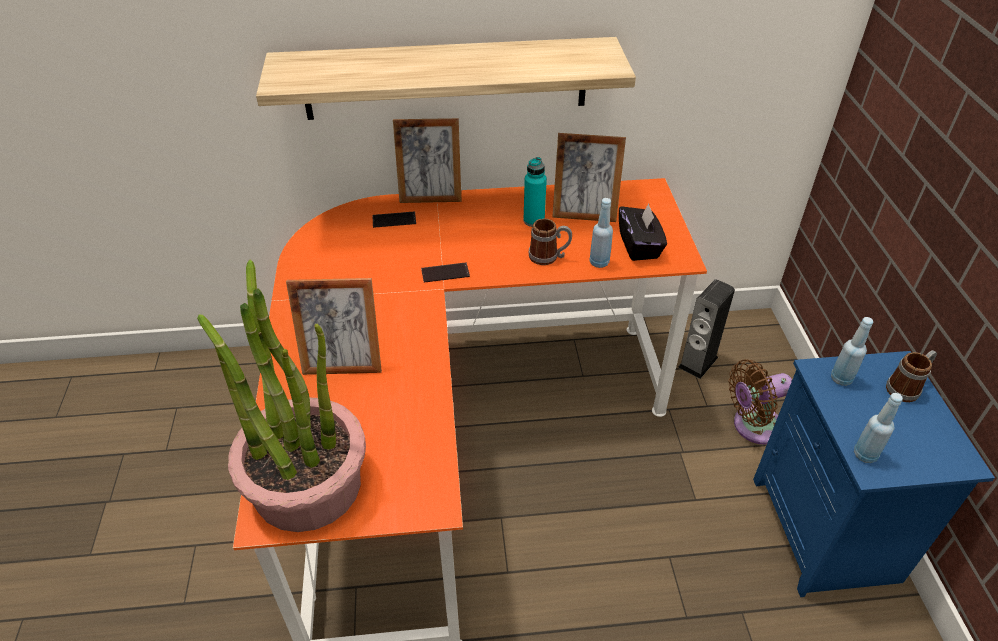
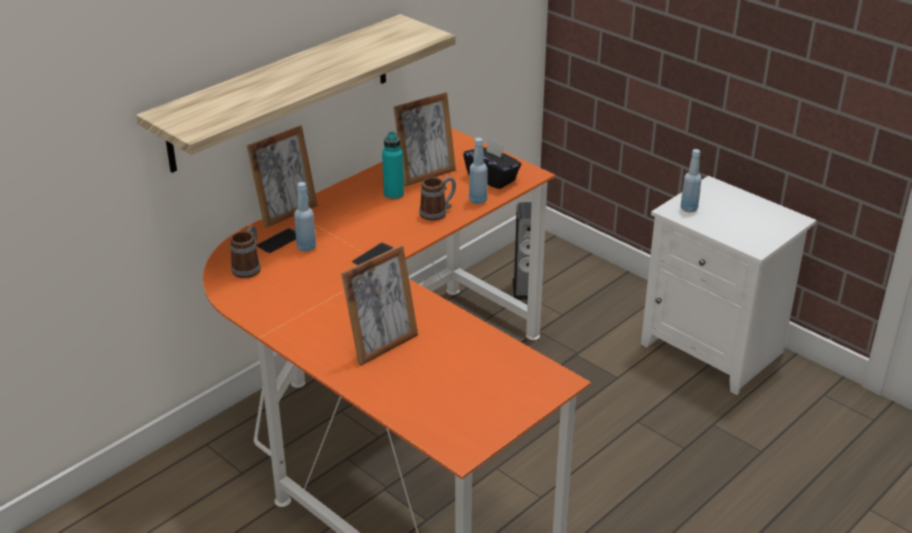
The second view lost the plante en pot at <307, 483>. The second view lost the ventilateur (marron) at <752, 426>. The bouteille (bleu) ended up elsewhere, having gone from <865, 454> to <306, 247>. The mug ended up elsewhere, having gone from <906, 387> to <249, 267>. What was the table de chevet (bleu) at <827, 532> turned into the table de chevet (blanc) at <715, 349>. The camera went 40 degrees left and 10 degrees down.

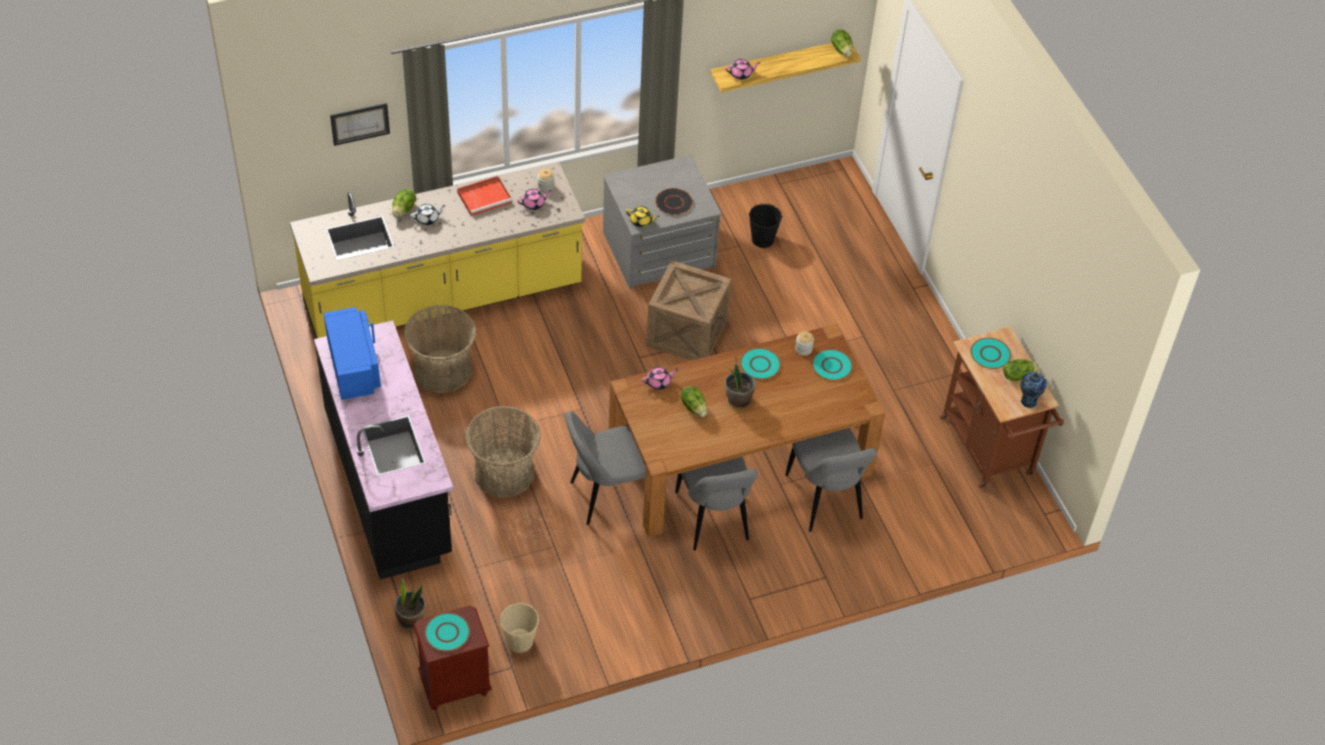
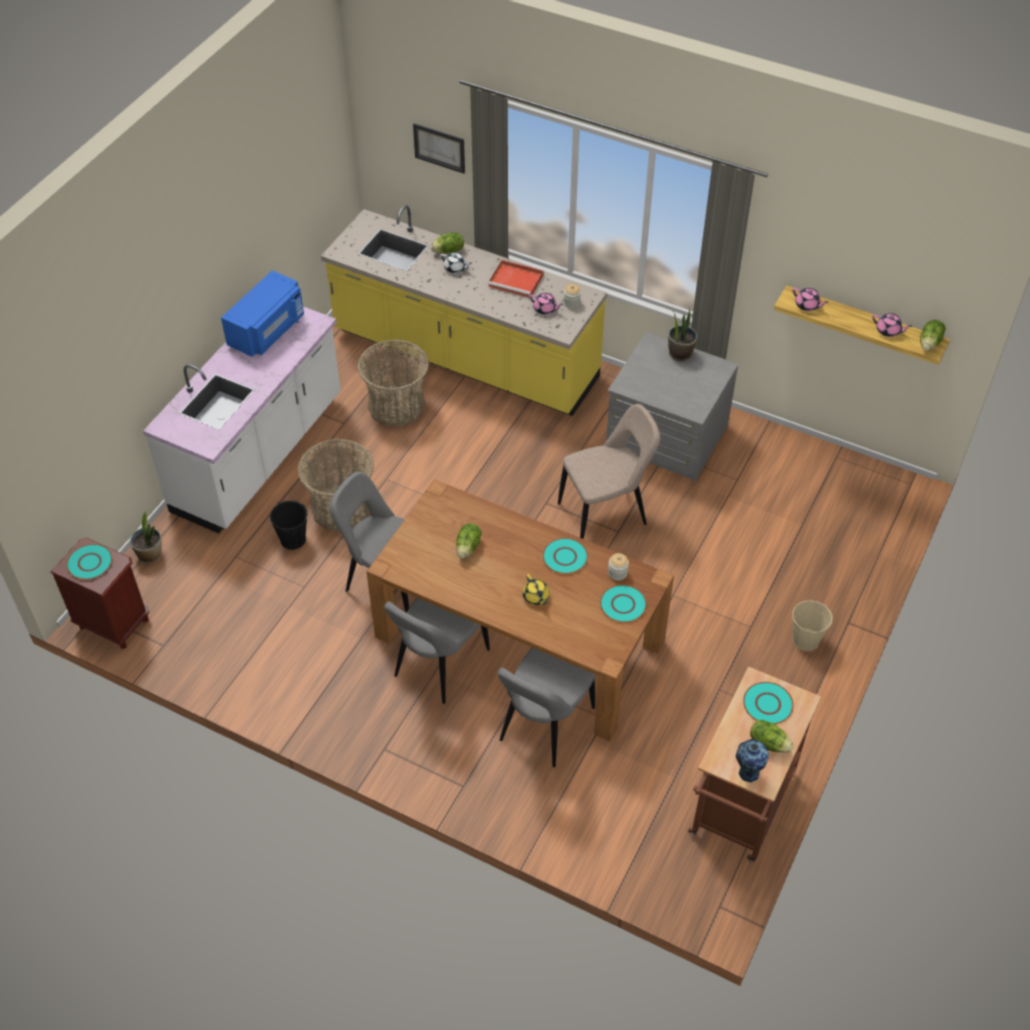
The second view lost the assiette (noir) at <673, 202>. The seau (beige) ended up elsewhere, having gone from <519, 641> to <805, 640>. The théière (jaune) ended up elsewhere, having gone from <641, 221> to <536, 597>. The théière (rose) ended up elsewhere, having gone from <659, 382> to <888, 331>. The plante en pot ended up elsewhere, having gone from <738, 399> to <680, 353>. The seau (noir) ended up elsewhere, having gone from <762, 239> to <293, 539>. Where the caisse stood at <686, 333>, the chaise (beige) came to stand at <606, 513>. What was the comptoir de cuisine (noir) at <390, 485> turned into the comptoir de cuisine (blanc) at <260, 455>. The camera went 50 degrees right and 0 degrees up.

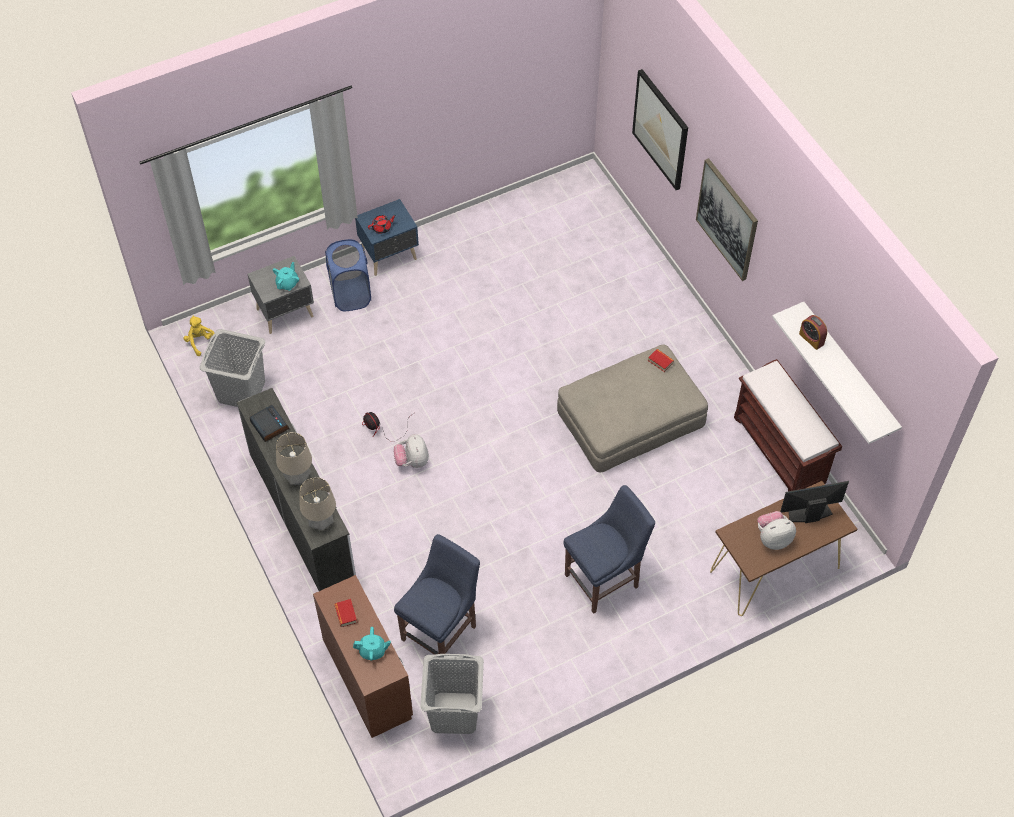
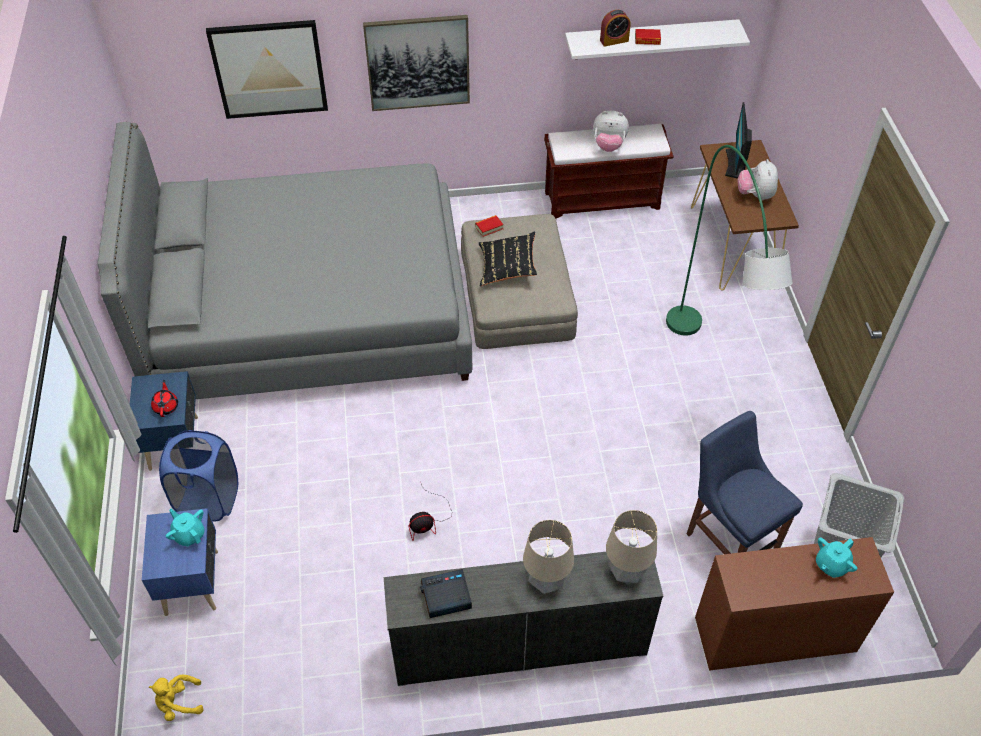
The second view lost the panier à linge (gris) at <241, 391>. The second view gained the lit (gris) at <310, 313>. The second view gained the coussin (noir) at <507, 267>. The livre ended up elsewhere, having gone from <346, 614> to <647, 40>. The peluche ended up elsewhere, having gone from <412, 461> to <608, 145>. Where the chaise (bleu) stood at <605, 579>, the lampadaire (vert) came to stand at <706, 373>. What was the table de chevet (gris) at <286, 313> turned into the table de chevet (bleu) at <193, 581>. The théière (turquoise) at <373, 651> ended up facing another way, 150 degrees counterclockwise from before. The camera went 70 degrees left and 5 degrees down.

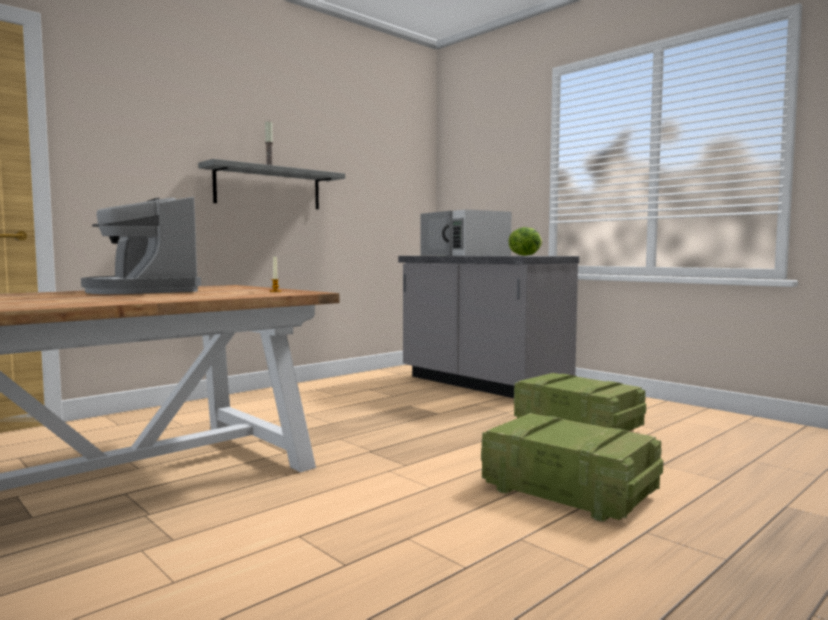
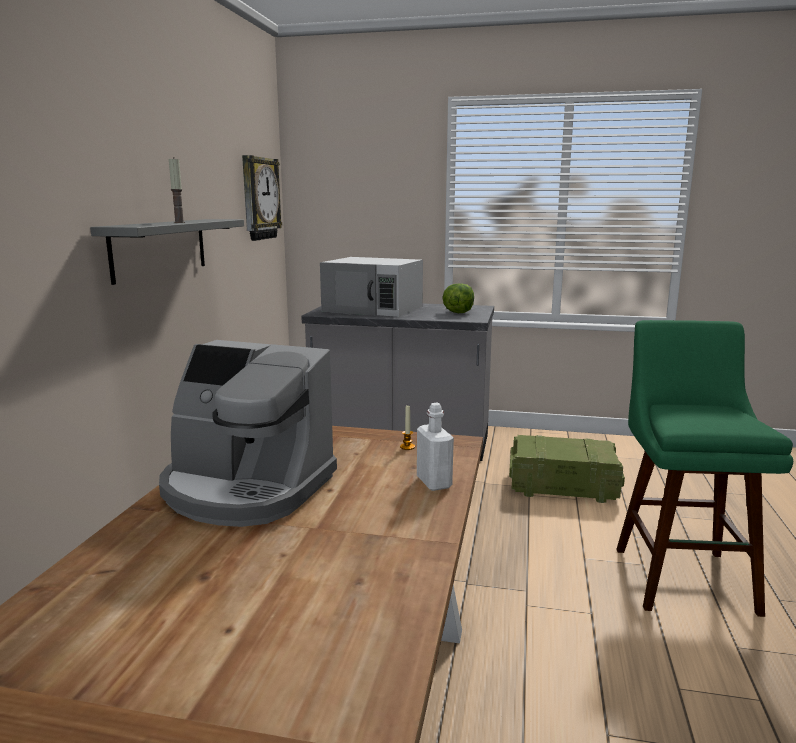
The second view gained the horloge murale at <259, 198>. The second view gained the bouteille (blanc) at <434, 482>. Where the caisse stood at <570, 492>, the tabouret (vert) came to stand at <680, 574>. The camera went 35 degrees left and 10 degrees up.

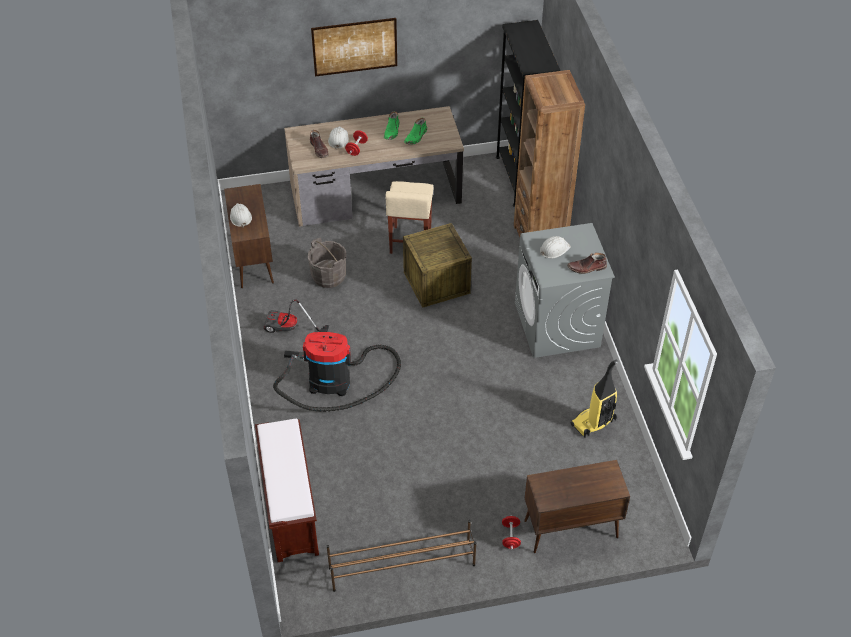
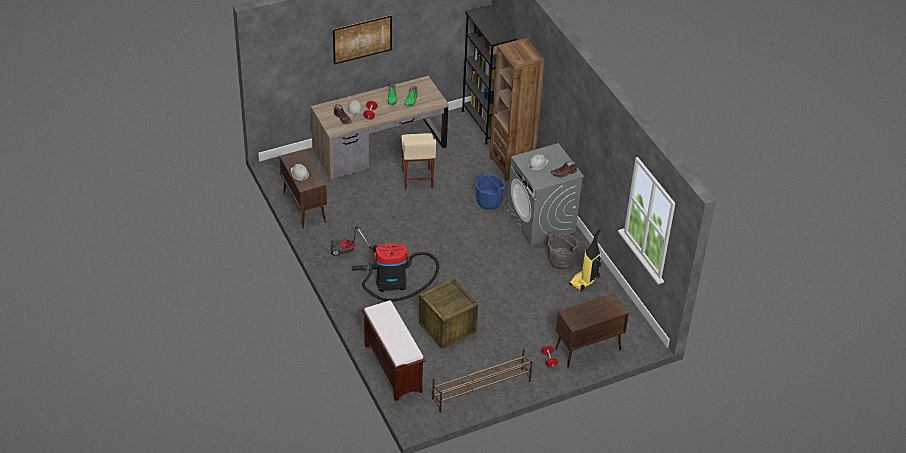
The second view gained the seau (bleu) at <489, 201>. The seau (gris) ended up elsewhere, having gone from <328, 276> to <560, 260>. The caisse ended up elsewhere, having gone from <436, 282> to <447, 327>. The camera went 15 degrees left and 5 degrees down.

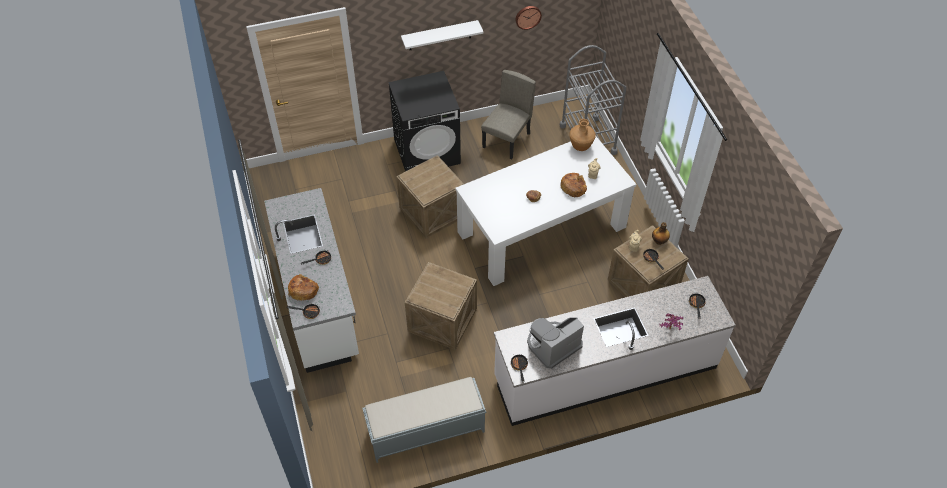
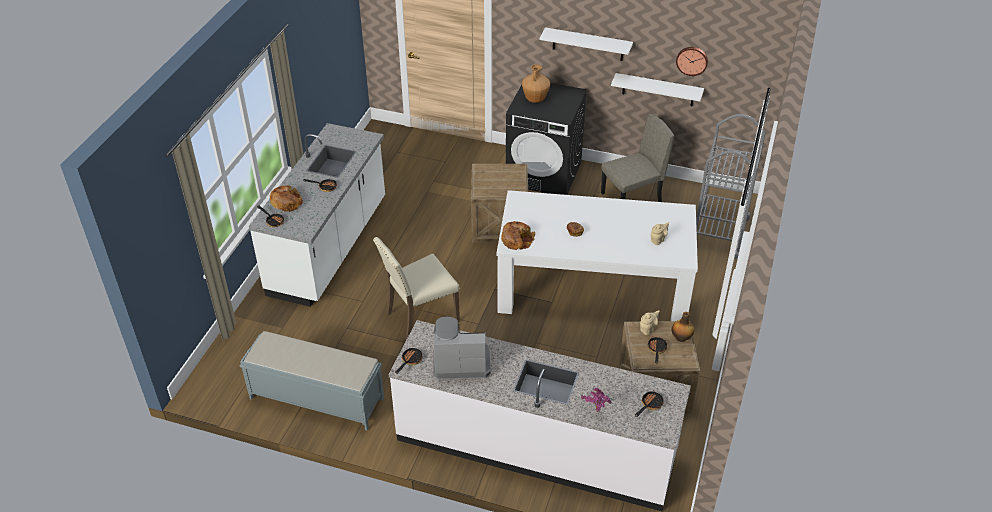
The second view gained the étagère (blanc) at <658, 90>. The pain ended up elsewhere, having gone from <573, 187> to <517, 239>. The vase (marron) ended up elsewhere, having gone from <580, 147> to <535, 100>. Where the caisse stood at <441, 321>, the chaise (beige) came to stand at <420, 316>. The camera went 35 degrees right and 10 degrees down.

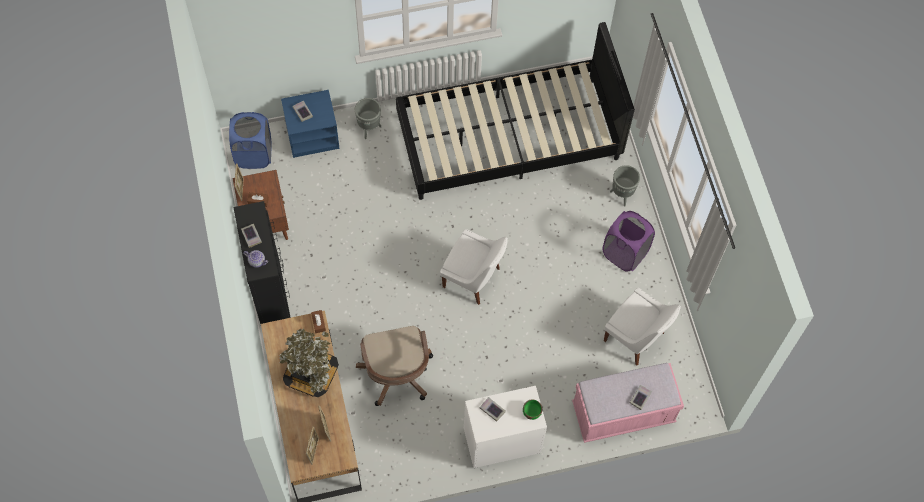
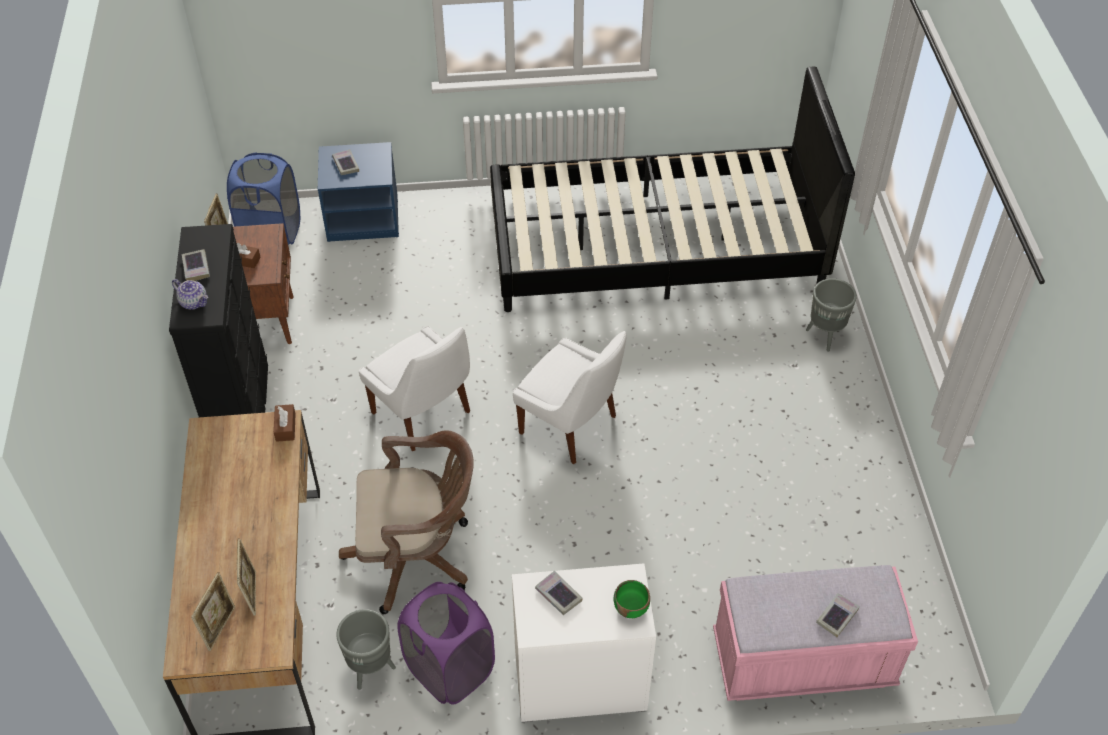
The second view lost the plante en pot at <311, 373>. The cache-pot (gris) ended up elsewhere, having gone from <369, 129> to <371, 670>. The panier à linge (violet) ended up elsewhere, having gone from <624, 253> to <449, 669>. The chaise (blanc) ended up elsewhere, having gone from <636, 338> to <423, 414>. The chaise de bureau (marron) at <397, 376> ended up facing another way, 90 degrees counterclockwise from before. The camera went 10 degrees right and 15 degrees down.

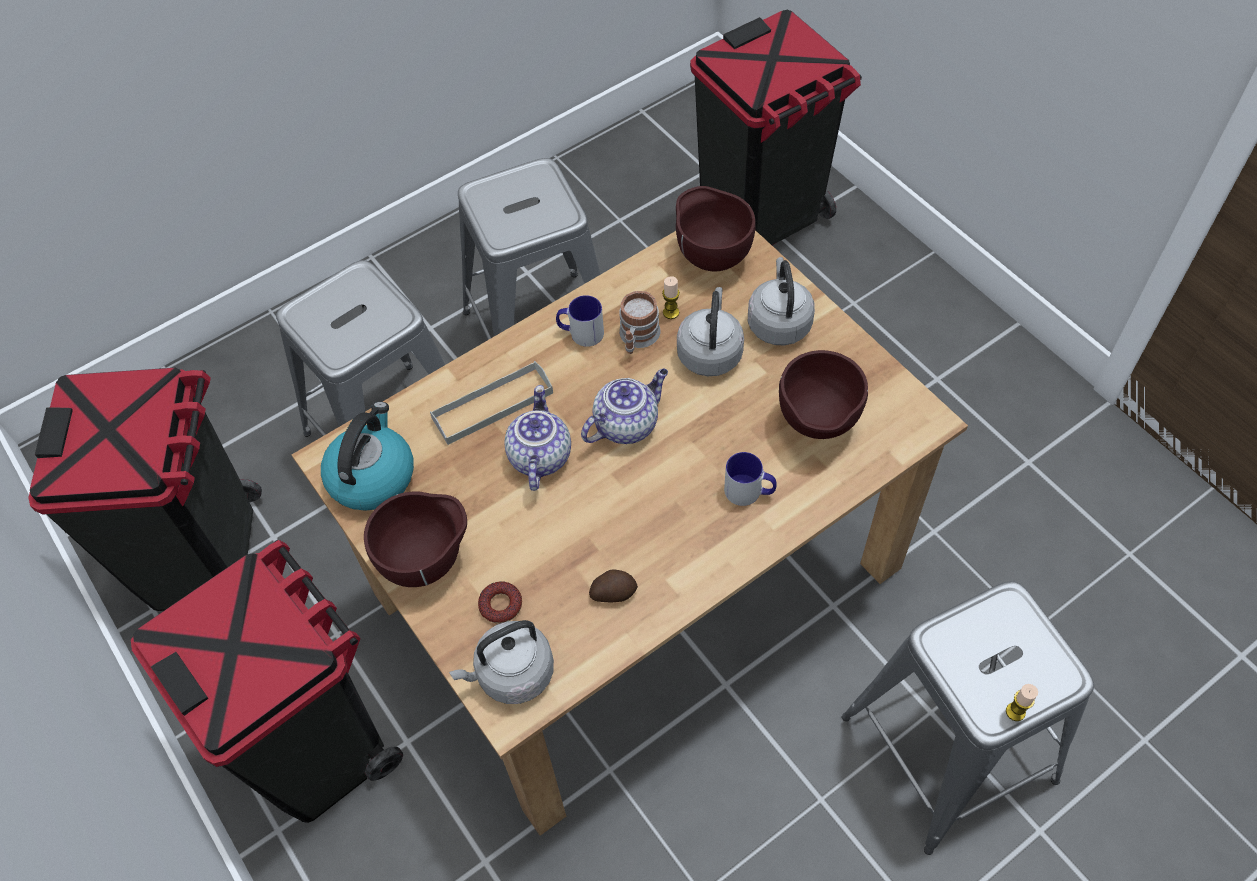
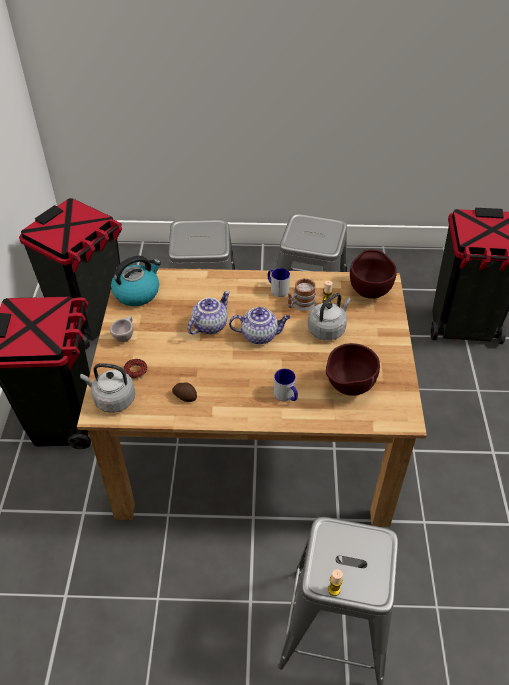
The second view lost the plateau (gris) at <492, 405>. The second view lost the bouilloire (gris) at <778, 322>. Where the bol (marron) stood at <427, 561>, the tasse (beige) came to stand at <125, 336>. The camera went 35 degrees right and 10 degrees down.

